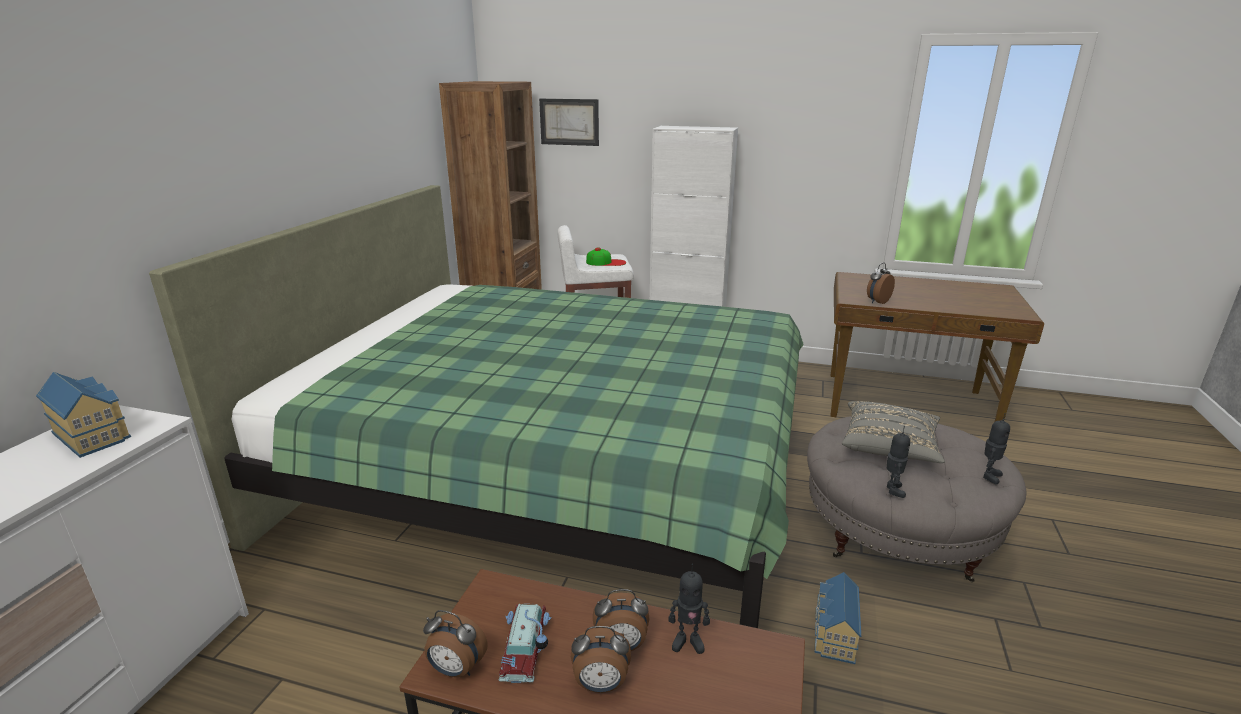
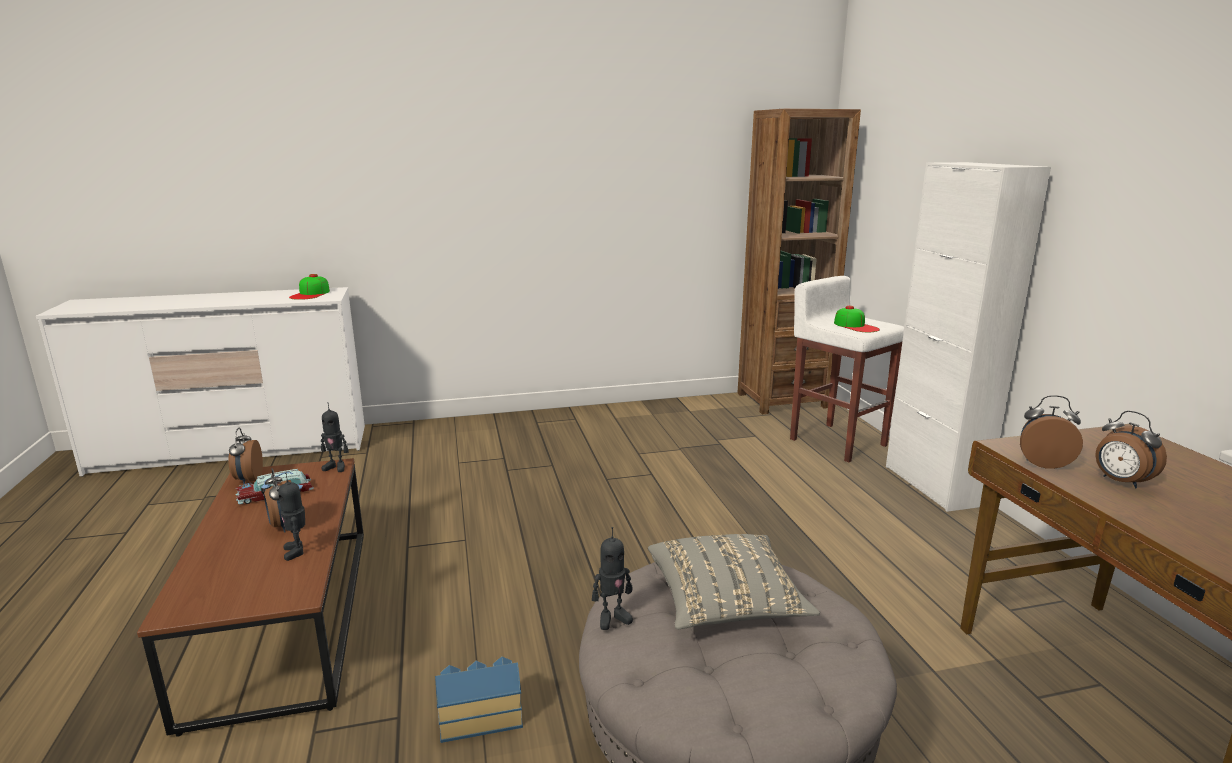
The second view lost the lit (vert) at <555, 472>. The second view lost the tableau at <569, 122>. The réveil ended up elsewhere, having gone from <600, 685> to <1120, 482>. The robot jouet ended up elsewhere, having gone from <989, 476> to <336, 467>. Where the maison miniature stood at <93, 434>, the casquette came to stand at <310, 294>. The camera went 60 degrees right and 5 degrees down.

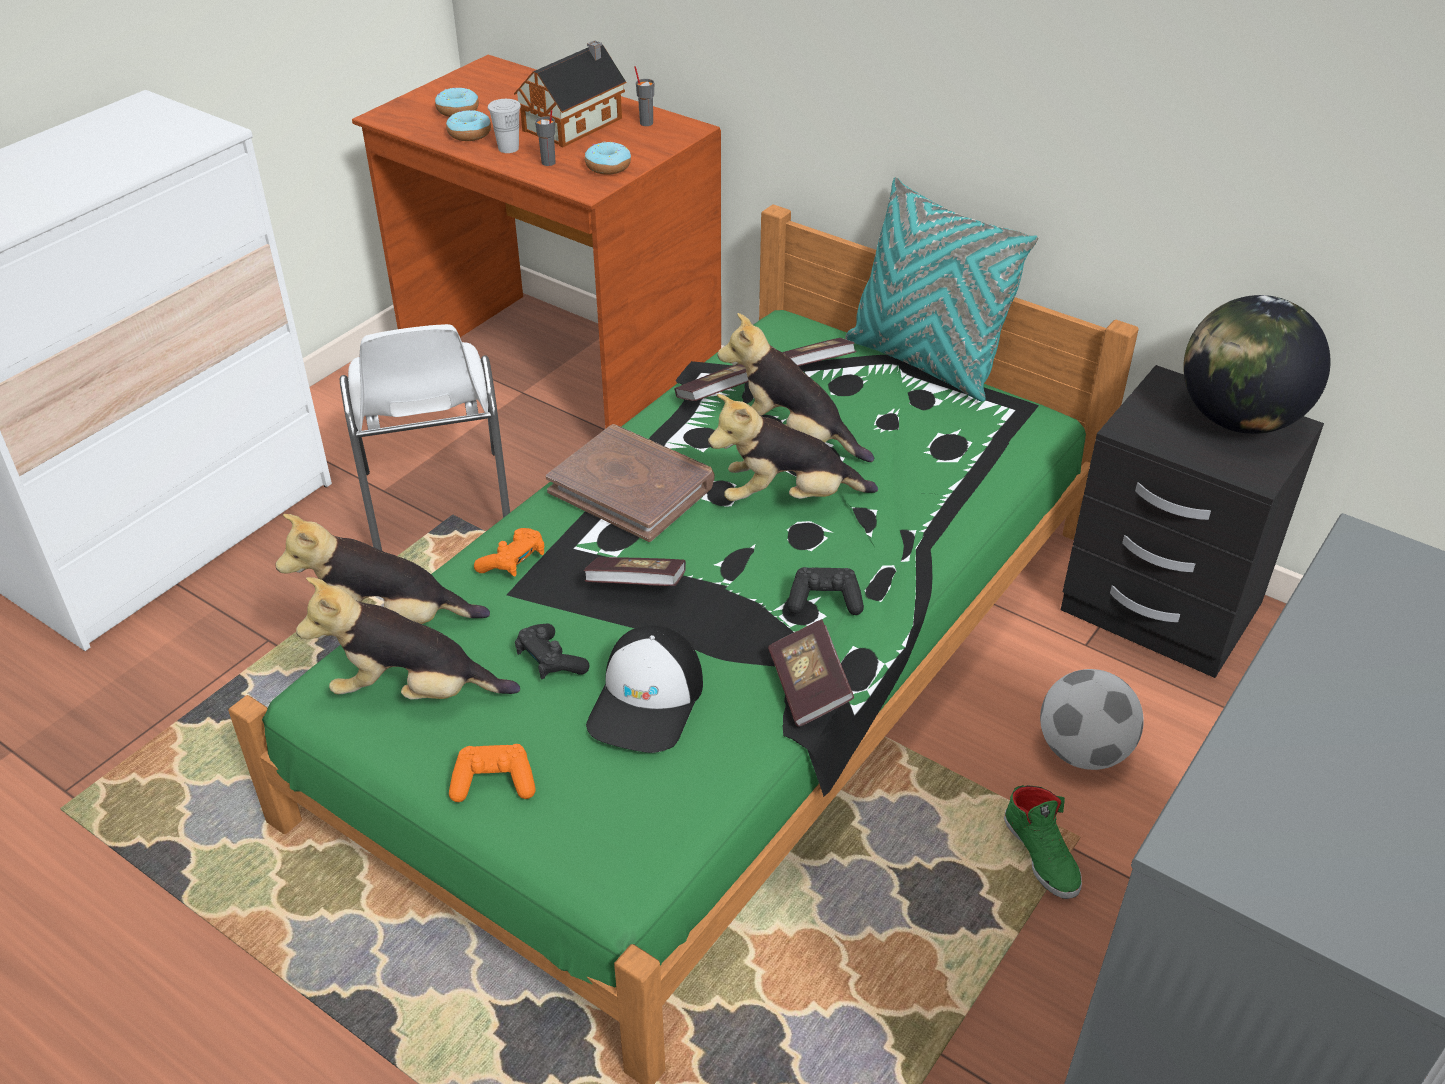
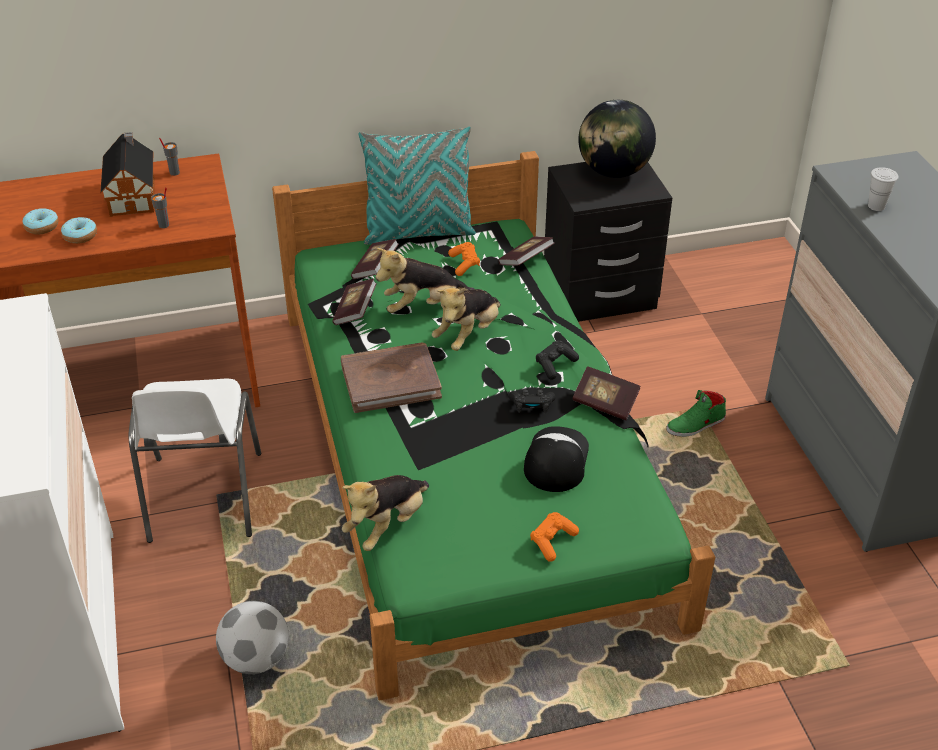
The second view lost the peluche at <413, 692>. The second view lost the beignet at <608, 167>. The manette (orange) ended up elsewhere, having gone from <513, 562> to <464, 264>. The tasse (blanc) ended up elsewhere, having gone from <508, 148> to <876, 206>. The manette (noir) ended up elsewhere, having gone from <550, 661> to <532, 407>. The livre ended up elsewhere, having gone from <636, 586> to <526, 260>. The ballon de foot ended up elsewhere, having gone from <1082, 751> to <256, 658>. The chaise (blanc) at <438, 511> ended up facing another way, 60 degrees clockwise from before. The casquette at <647, 701> ended up facing another way, 135 degrees counterclockwise from before. The chaussure (vert) at <1042, 854> ended up facing another way, 135 degrees clockwise from before. The camera went 50 degrees left and 0 degrees up.

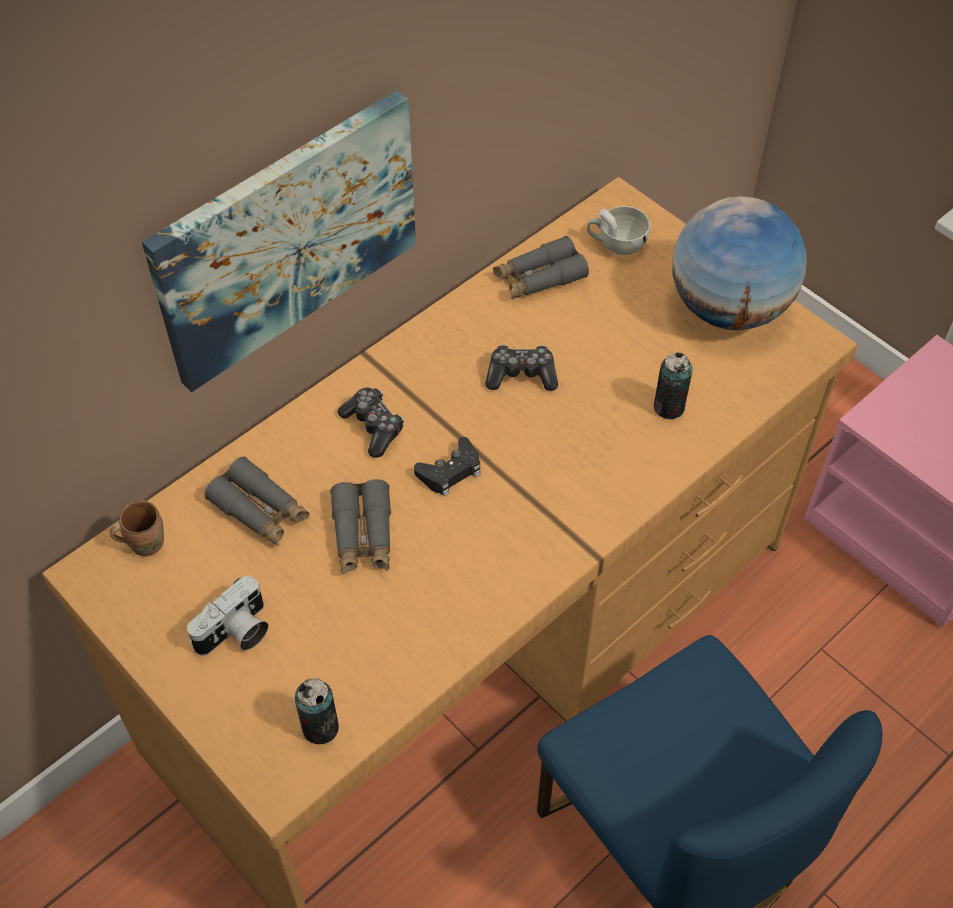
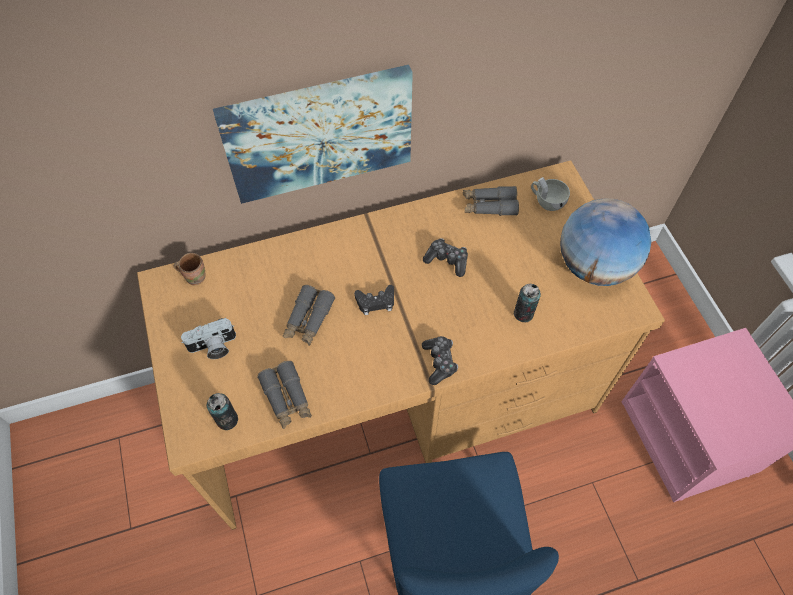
The jumelles (gris) ended up elsewhere, having gone from <260, 510> to <287, 398>. The manette ended up elsewhere, having gone from <373, 427> to <439, 362>. The camera went 25 degrees right and 5 degrees up.

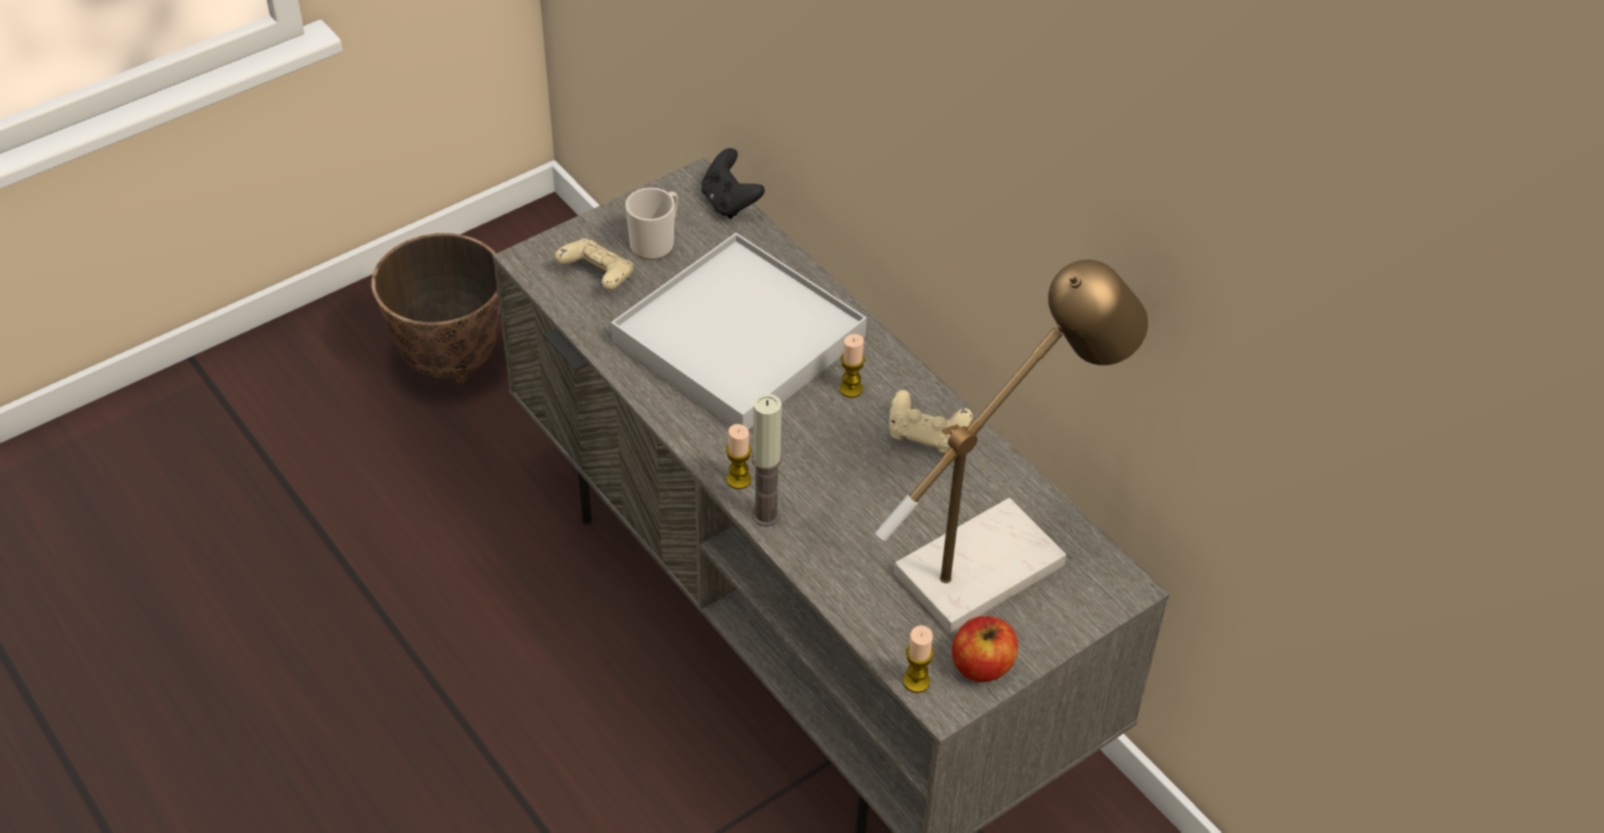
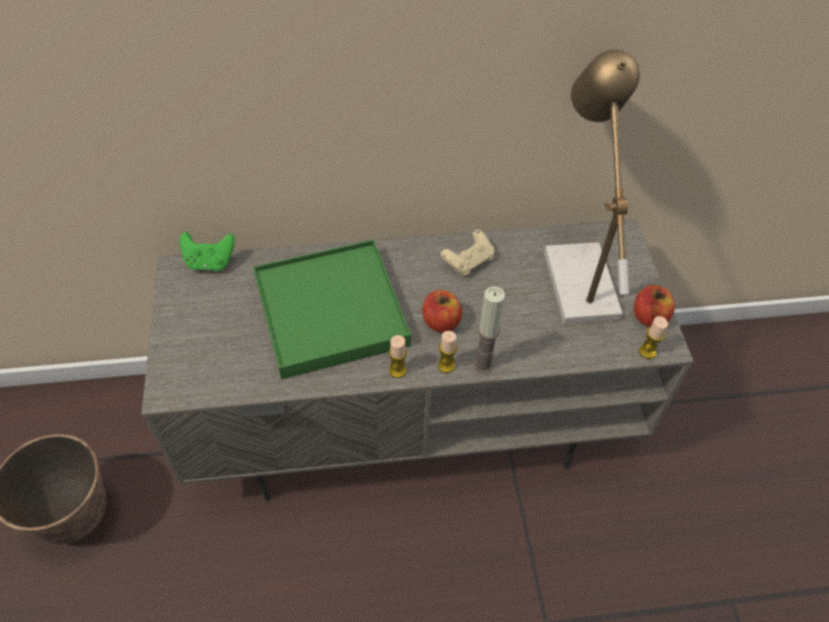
The second view lost the manette (beige) at <597, 276>. The second view lost the mug at <656, 242>. The second view gained the pomme at <441, 322>. The bougie ended up elsewhere, having gone from <851, 389> to <397, 370>. What was the plateau (blanc) at <740, 339> turned into the plateau (vert) at <331, 311>. What was the manette (noir) at <729, 202> turned into the manette (vert) at <210, 262>. The camera went 60 degrees left and 5 degrees up.

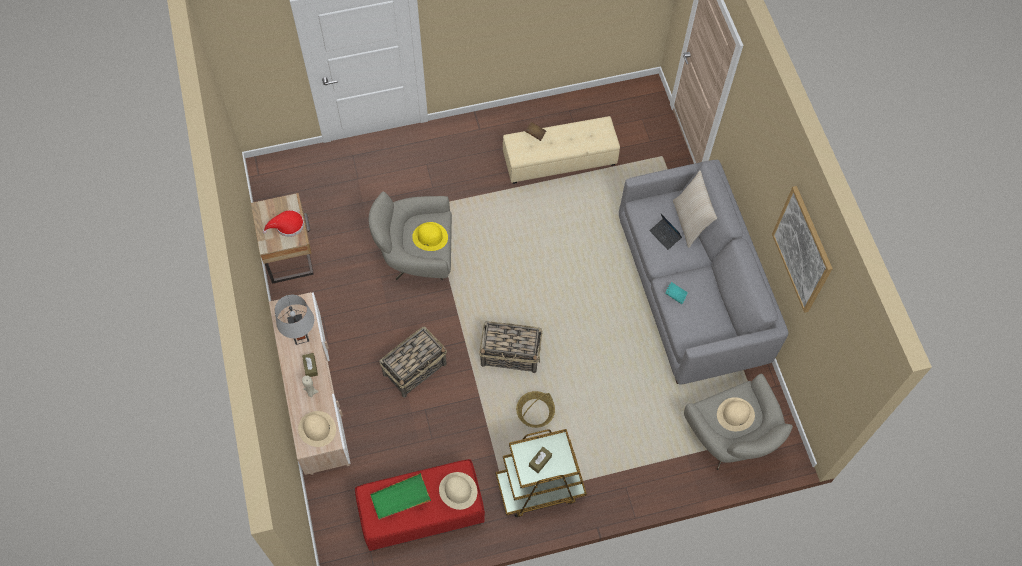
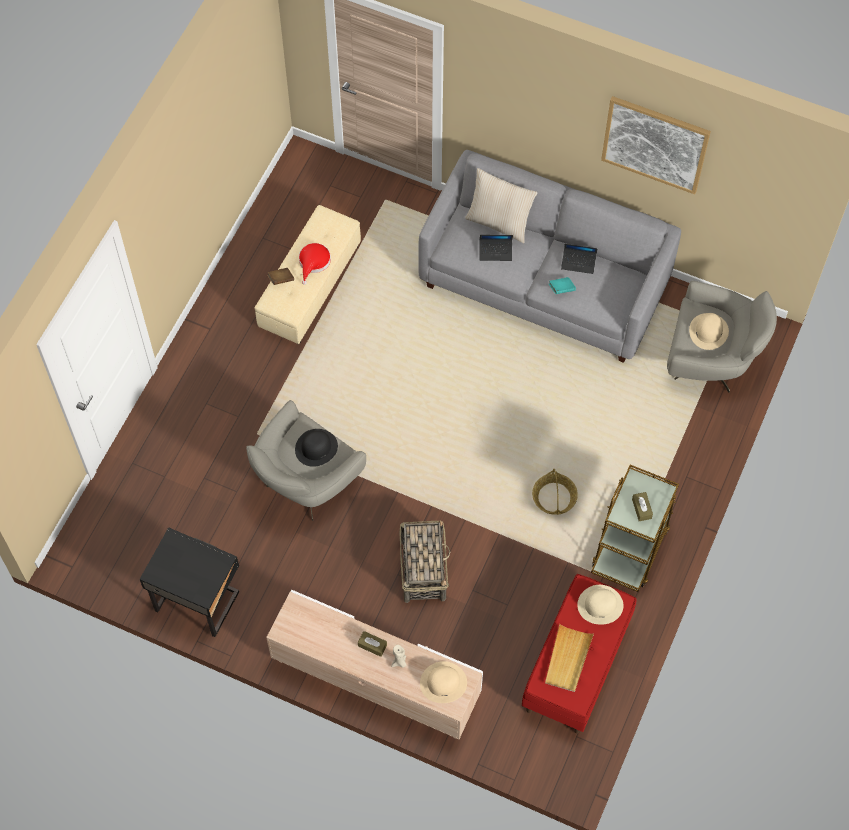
The second view lost the lampe de table (gris) at <301, 336>. The second view lost the panier at <511, 354>. The second view gained the ordinateur portable at <578, 263>. The chapeau (rouge) ended up elsewhere, having gone from <287, 226> to <314, 262>. What was the table de chevet (beige) at <290, 256> turned into the table de chevet (noir) at <198, 599>. What was the plateau (vert) at <400, 498> turned into the plateau (beige) at <567, 659>. What was the chapeau (jaune) at <430, 237> turned into the chapeau (noir) at <316, 447>. The camera went 50 degrees left and 0 degrees up.

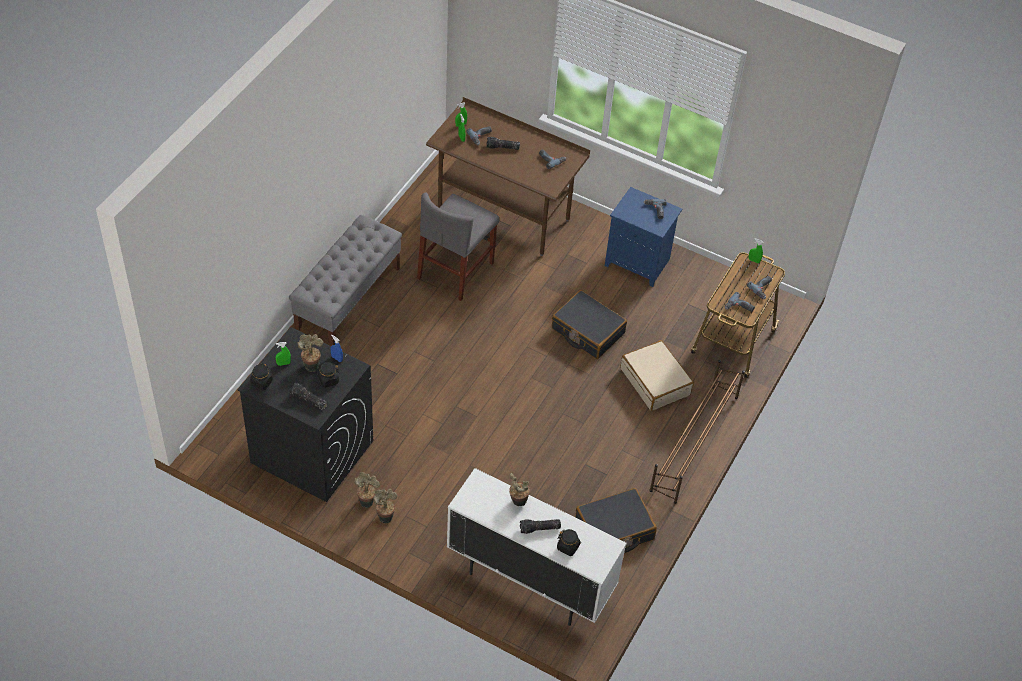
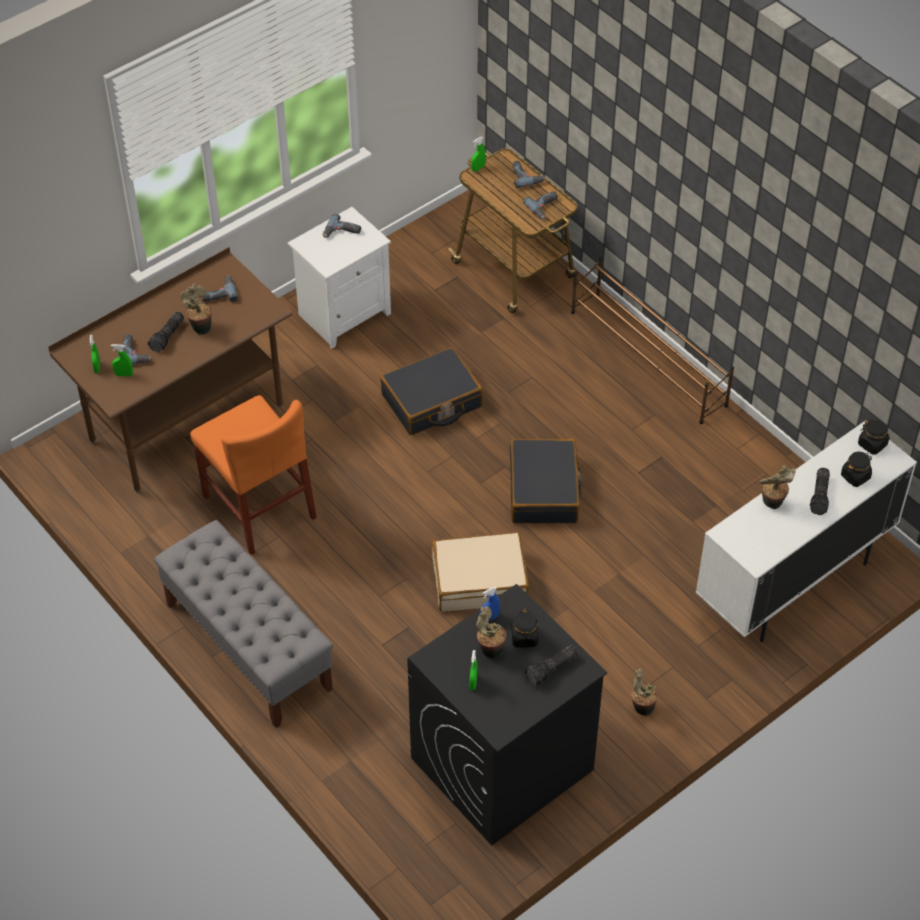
The bocal (noir) ended up elsewhere, having gone from <261, 383> to <872, 444>. The plante en pot ended up elsewhere, having gone from <367, 501> to <200, 327>. The valise (noir) ended up elsewhere, having gone from <614, 530> to <544, 491>. The valise (beige) ended up elsewhere, having gone from <655, 382> to <479, 581>. What was the chaise (gris) at <455, 270> turned into the chaise (orange) at <259, 507>. What was the table de chevet (bleu) at <639, 262> turned into the table de chevet (blanc) at <344, 313>. The camera went 65 degrees left and 0 degrees up.

